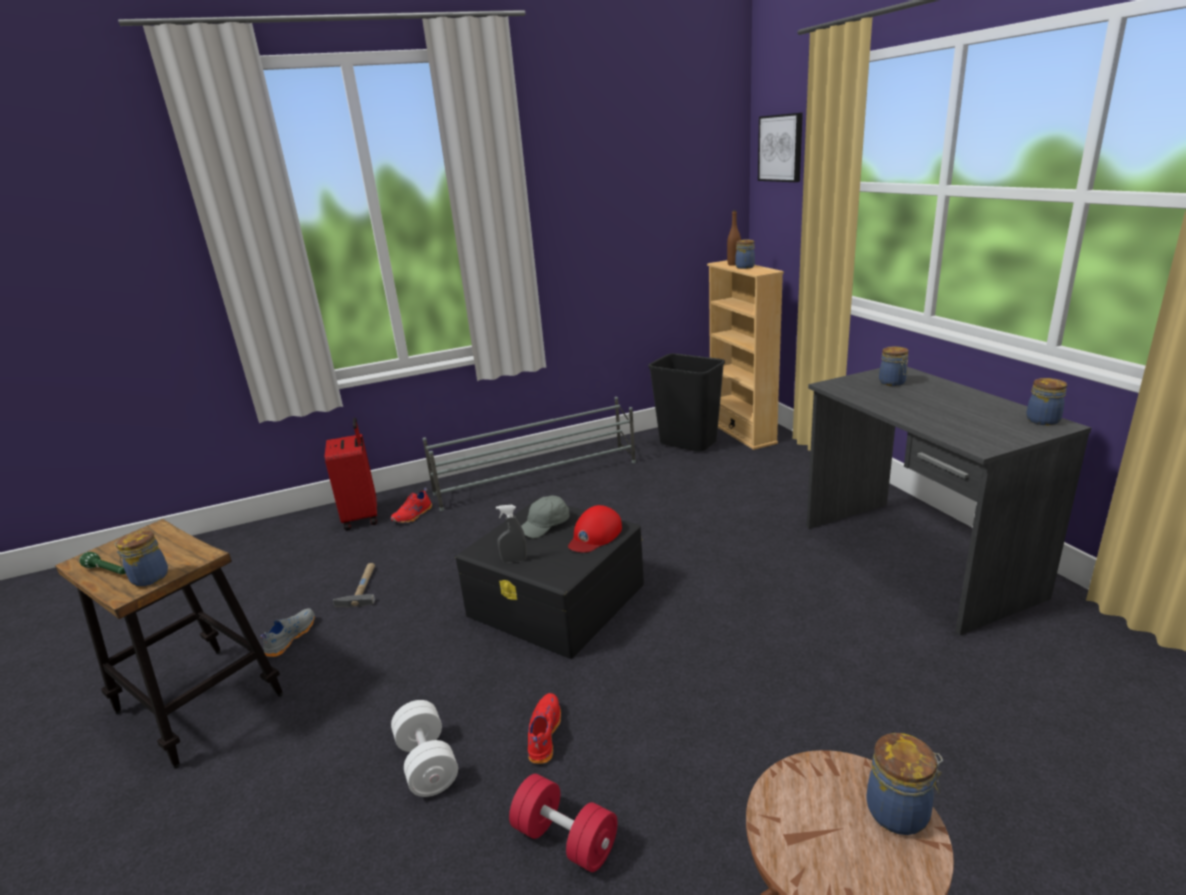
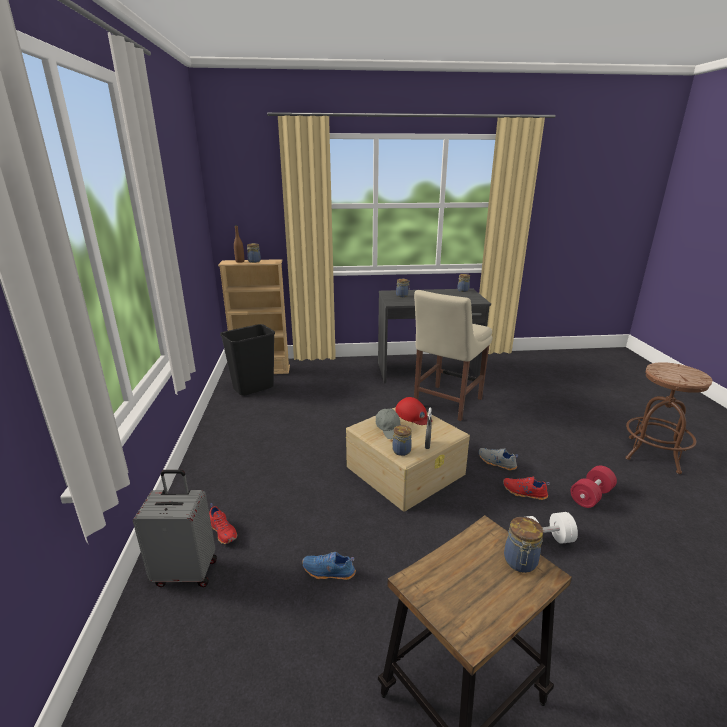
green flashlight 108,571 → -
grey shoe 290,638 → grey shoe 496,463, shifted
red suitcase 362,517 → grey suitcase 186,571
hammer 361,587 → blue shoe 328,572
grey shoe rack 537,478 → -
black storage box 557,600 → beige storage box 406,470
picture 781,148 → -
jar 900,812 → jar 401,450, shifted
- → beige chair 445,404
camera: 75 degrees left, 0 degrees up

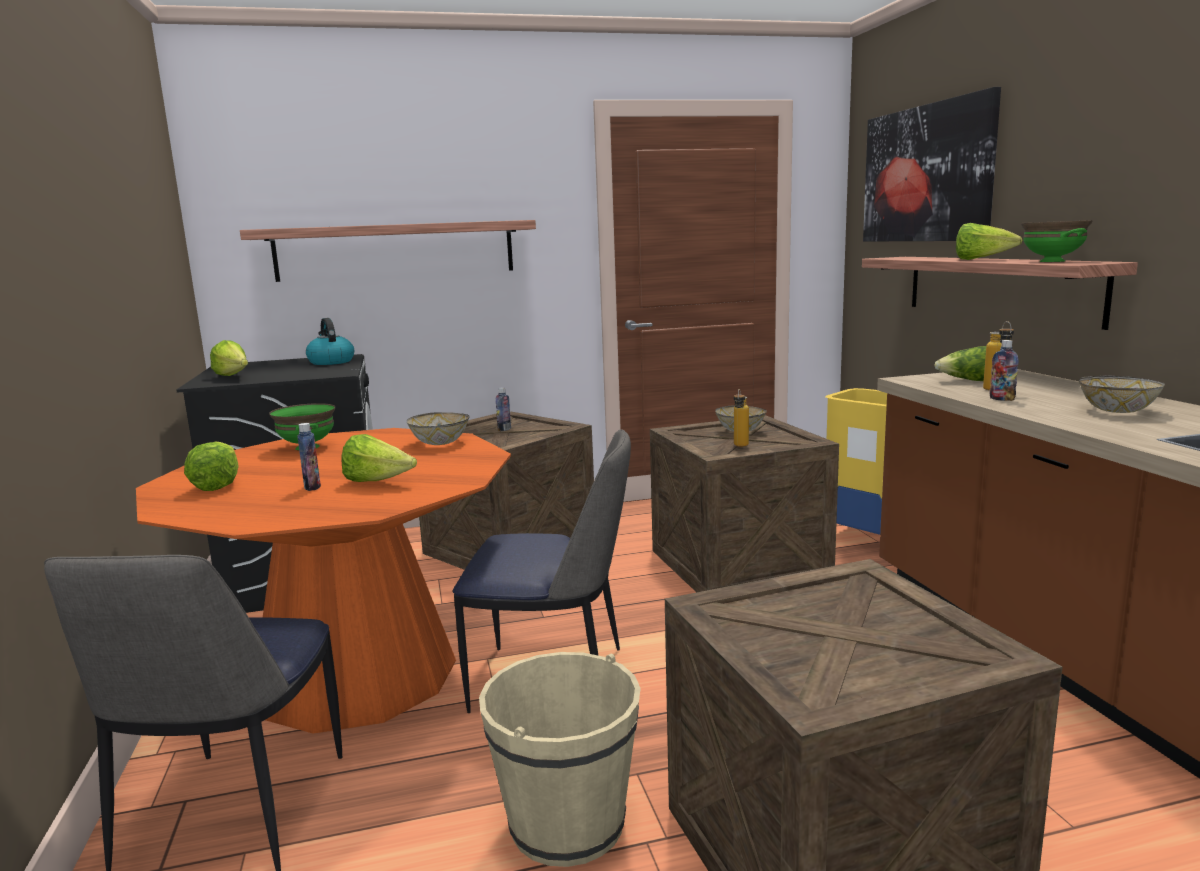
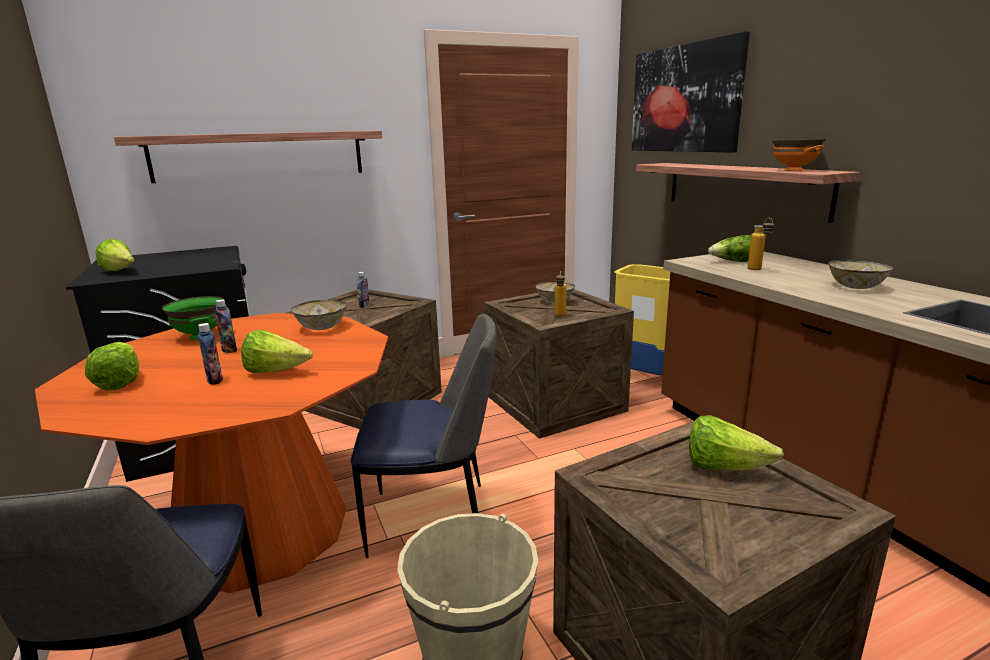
kettle 331,362 → -
lettuce 981,259 → lettuce 723,467, shifted
bottle 1002,399 → bottle 229,350, shifted
green bowl 1053,261 → orange bowl 794,170
camera: 10 degrees left, 5 degrees up

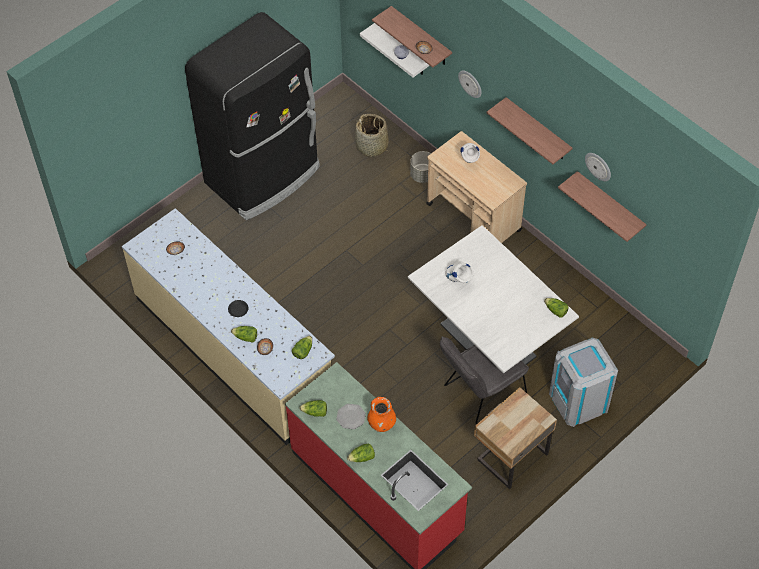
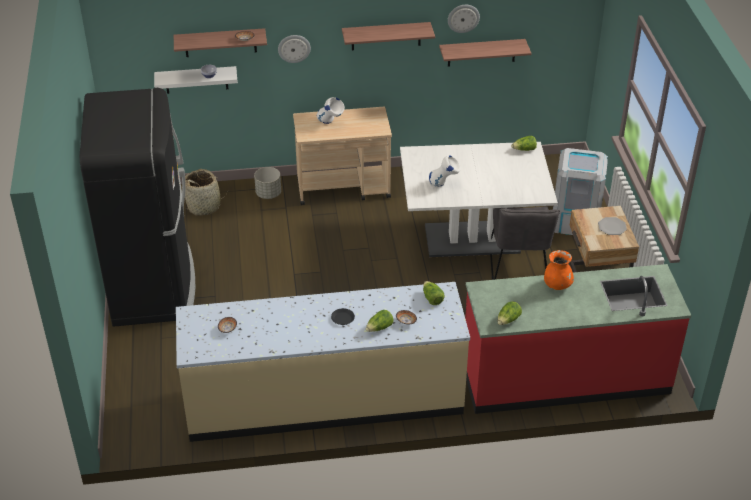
plate 351,417 → plate 612,227, shifted
lettuce 362,457 → -
camera: 55 degrees left, 15 degrees down

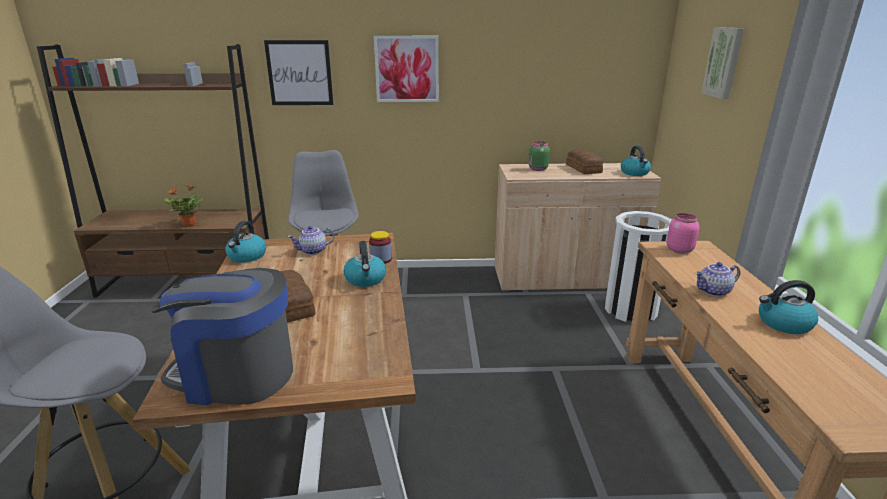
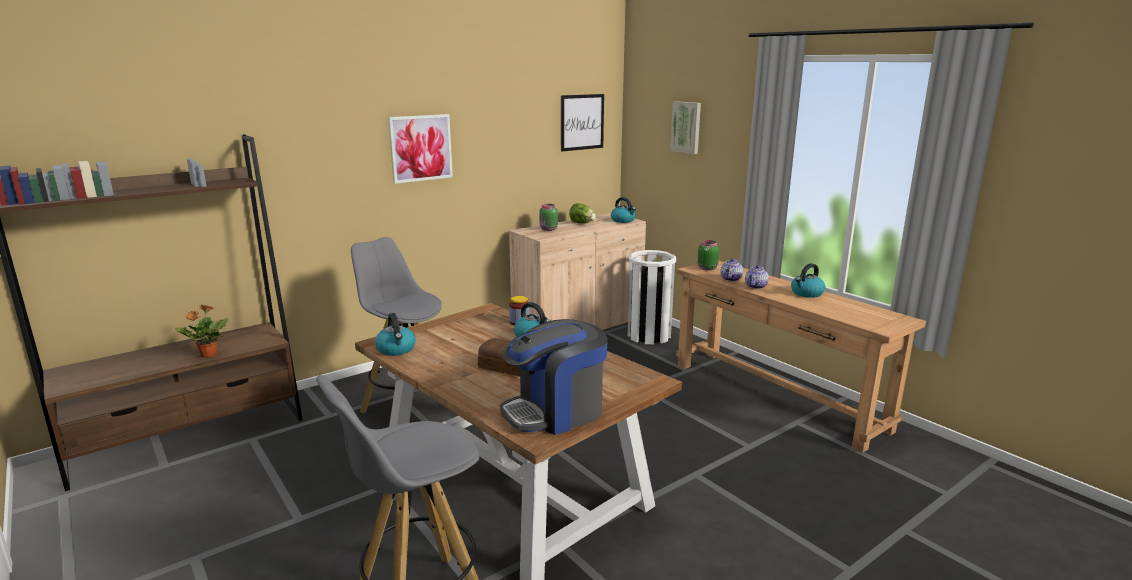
picture 299,73 → picture 582,122, shifted
teapot 313,251 → teapot 731,279, shifted
bread 583,169 → lettuce 582,223
pink jar 678,250 → green jar 706,268
camera: 35 degrees left, 5 degrees down

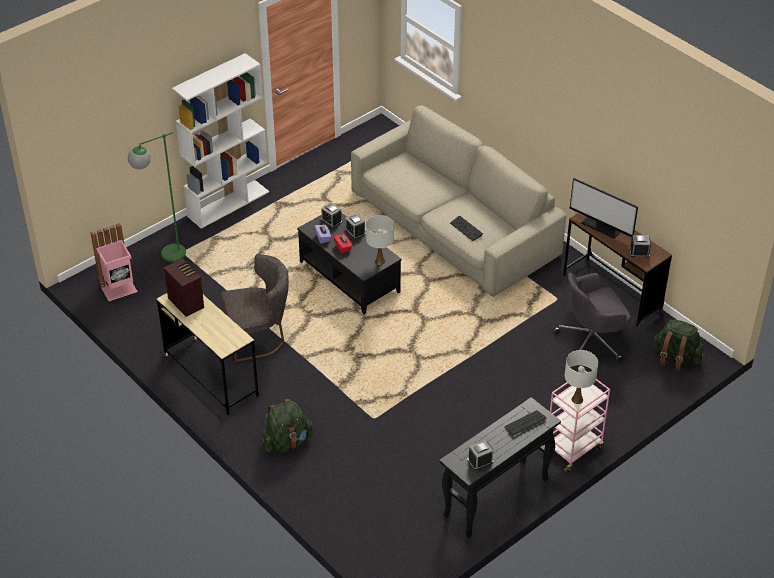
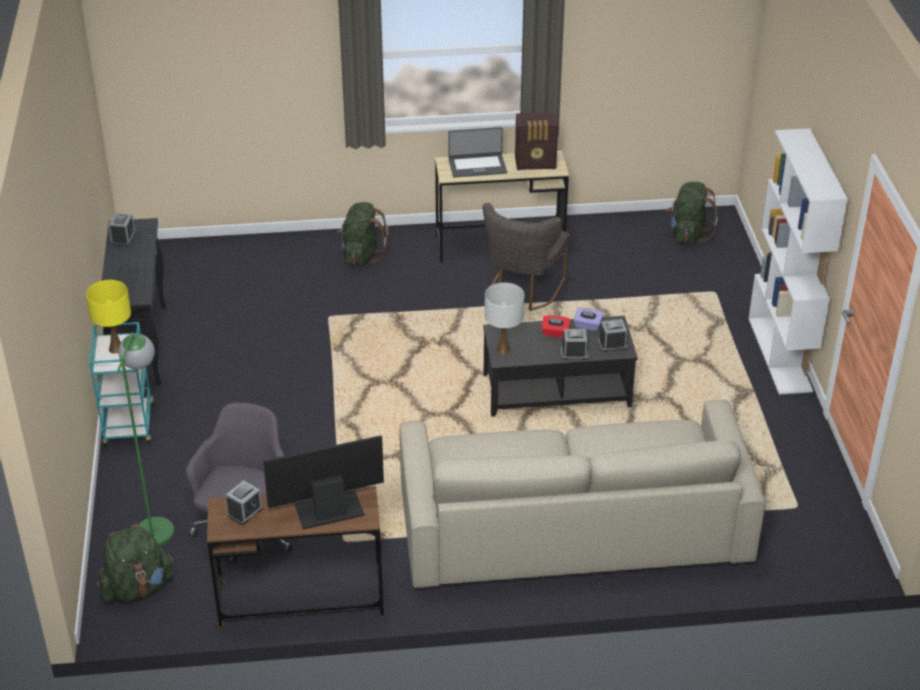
pink trash can 119,289 → green backpack 688,234
green floor lamp 165,257 → green floor lamp 157,523, shifted
keyboard 466,229 → -
pink cart 573,448 → turquoise cart 129,426
white table lamp 577,399 → yellow table lamp 116,348
- → laptop 477,166
camera: 125 degrees right, 5 degrees down

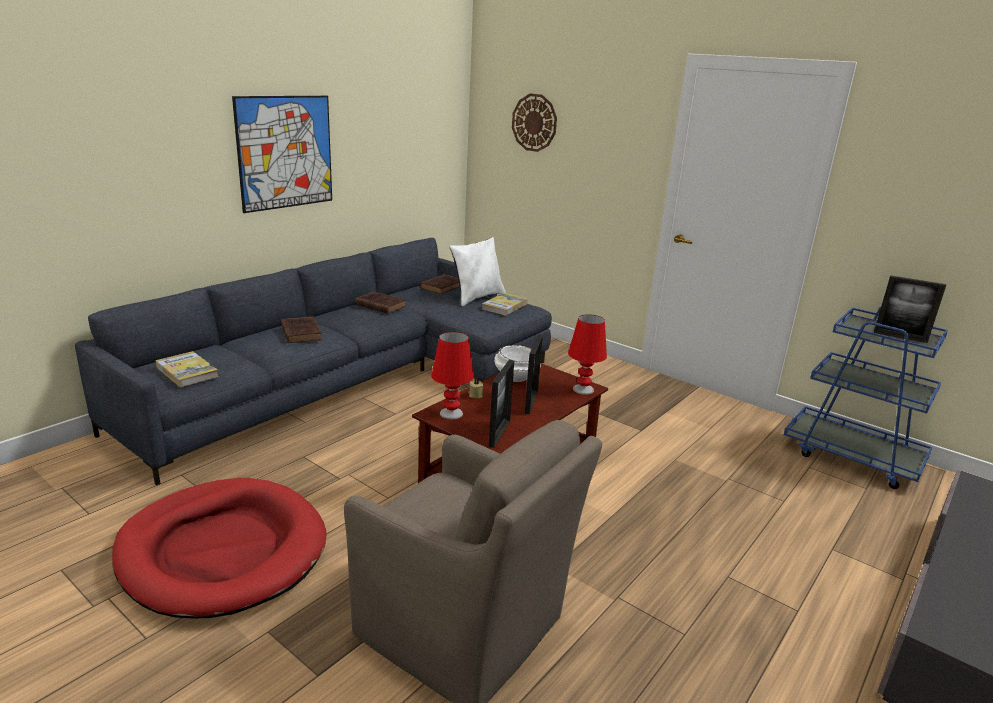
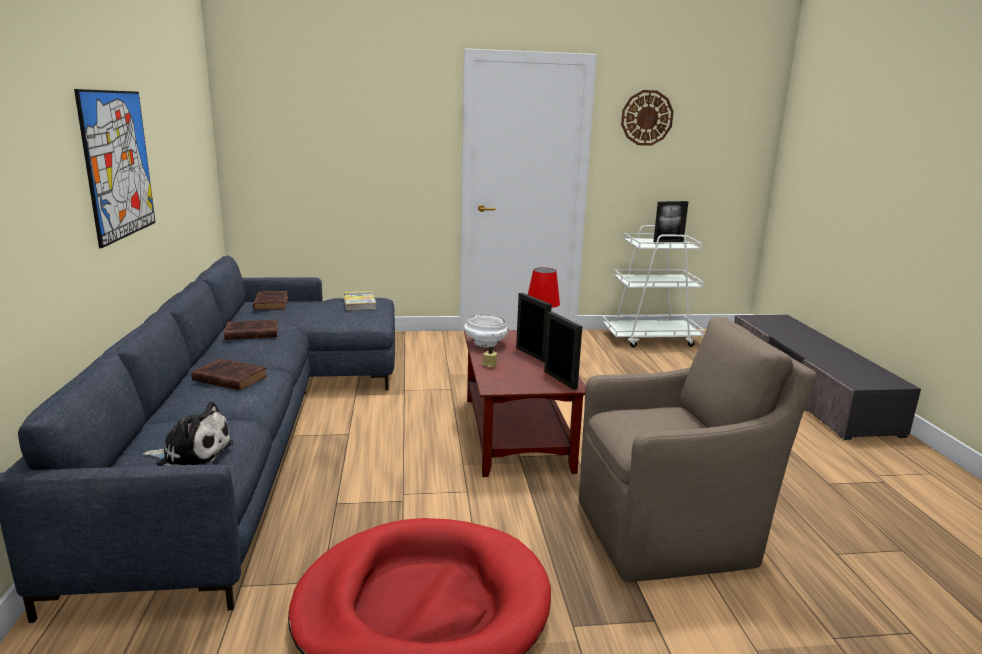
book 187,372 → plush toy 192,455
red table lamp 451,413 → -
white pillow 477,297 → -
wall clock 534,122 → wall clock 646,118, shifted
blue cart 852,456 → white cart 651,338
camera: 45 degrees left, 5 degrees down

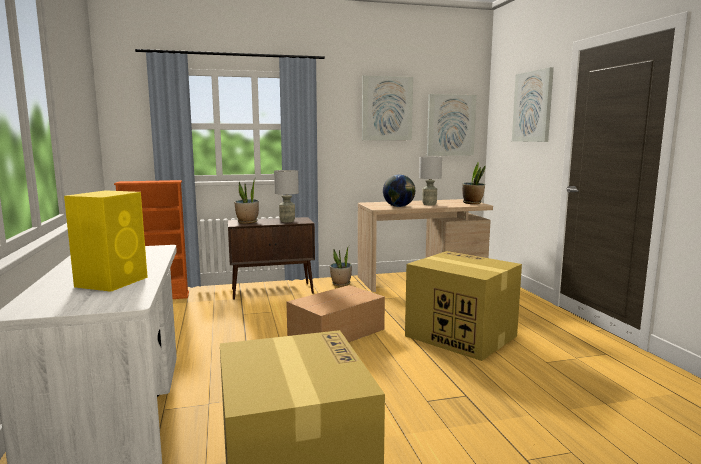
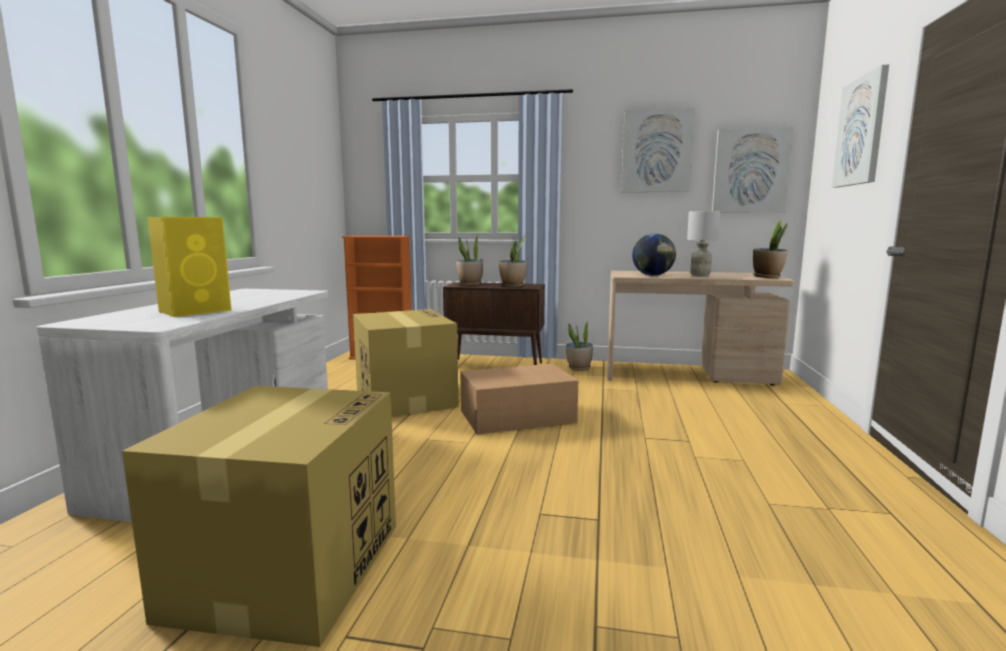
grey table lamp 287,221 → potted plant 513,286
cardboard box 459,336 → cardboard box 404,397, shifted
camera: 25 degrees right, 0 degrees up

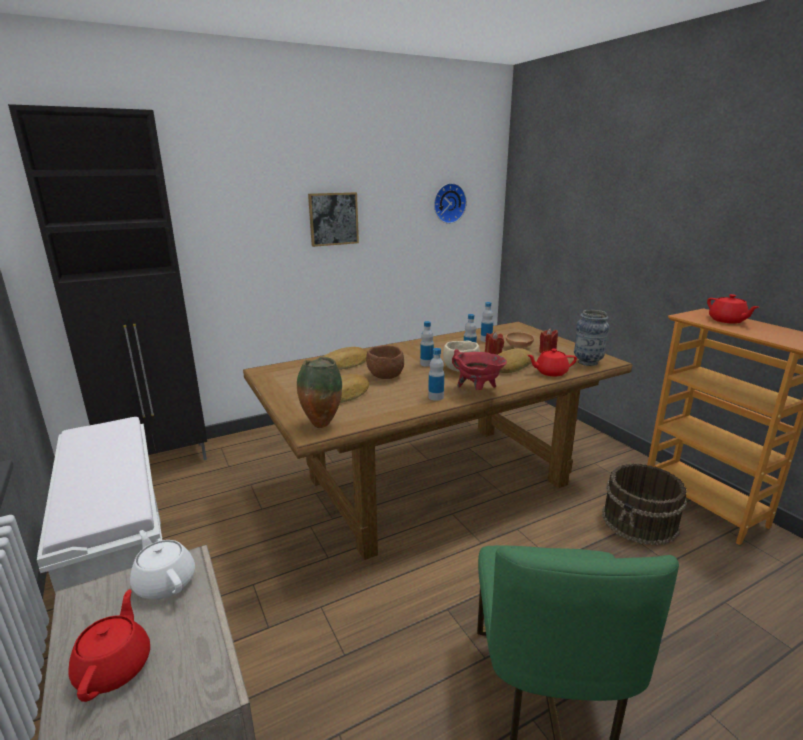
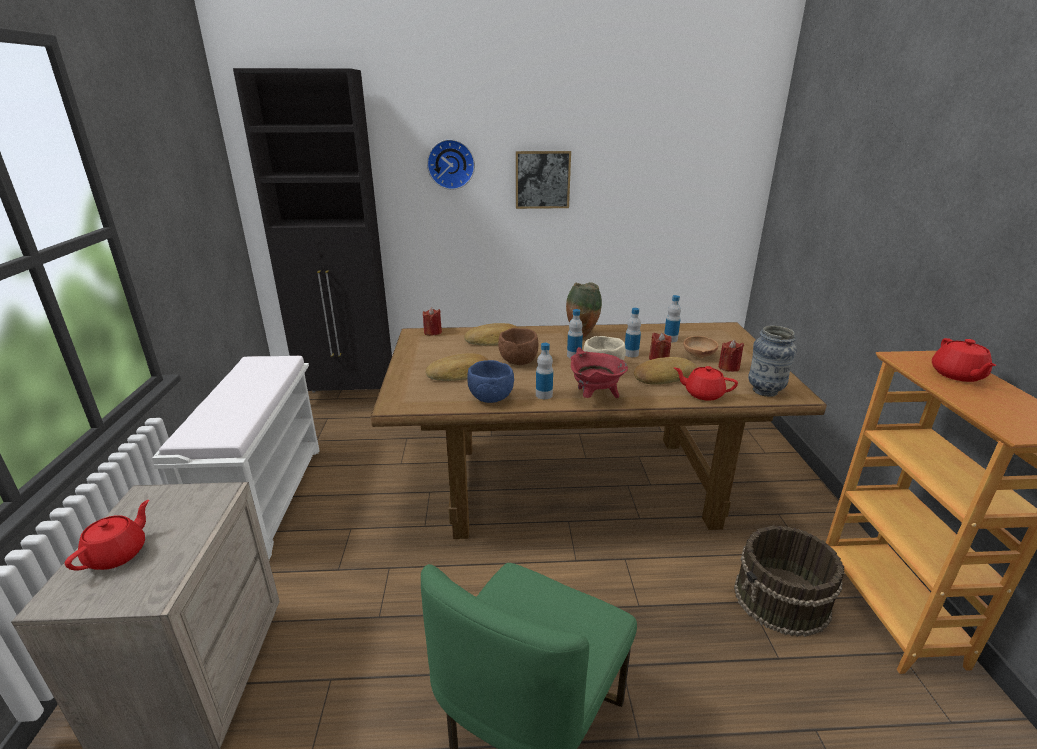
white teapot 165,582 → -
vase 321,424 → vase 581,336, shifted
wall clock 448,203 → wall clock 451,164, shifted
- → red candle 433,332
- → blue bowl 490,398
camera: 25 degrees right, 5 degrees up

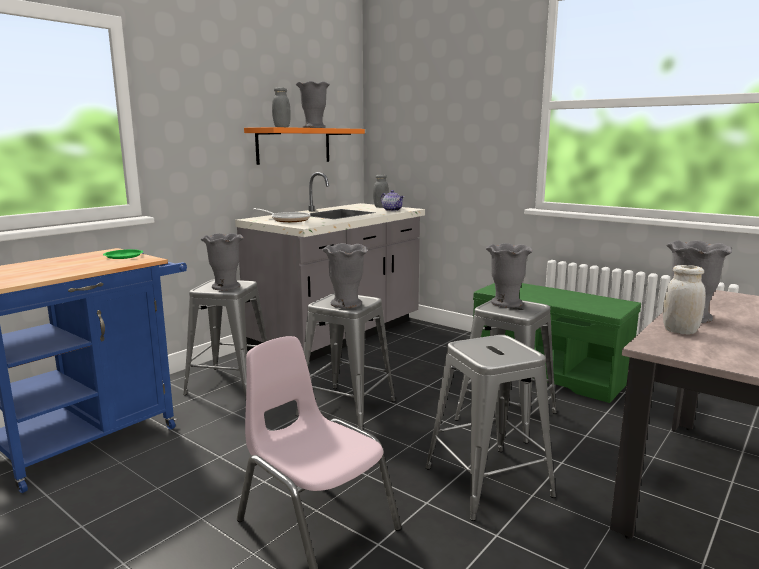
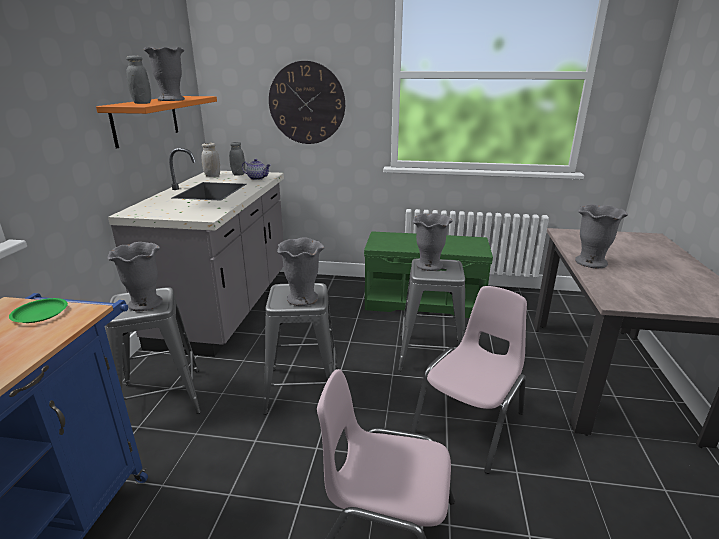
frying pan 288,220 → -
grey stool 487,482 → pink chair 470,423
white jar 680,331 → white jar 212,176, shifted
- → wall clock 307,103
camera: 30 degrees left, 10 degrees up

